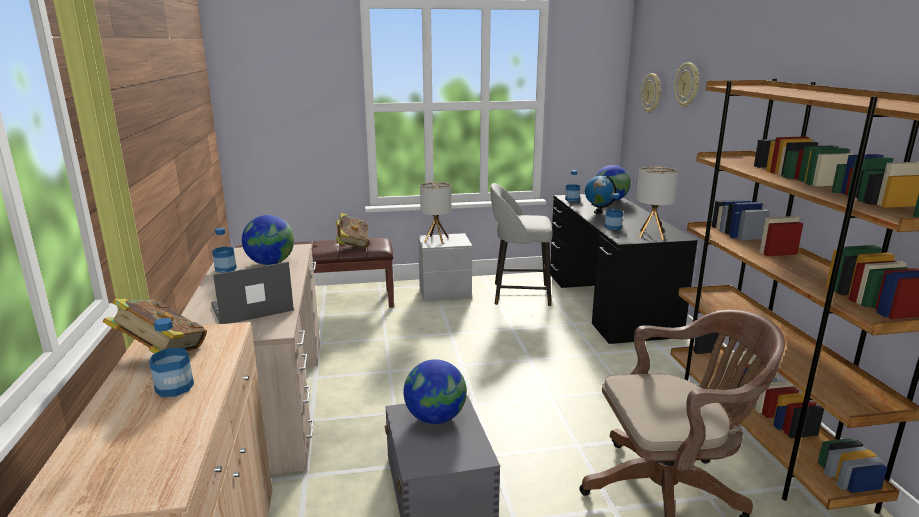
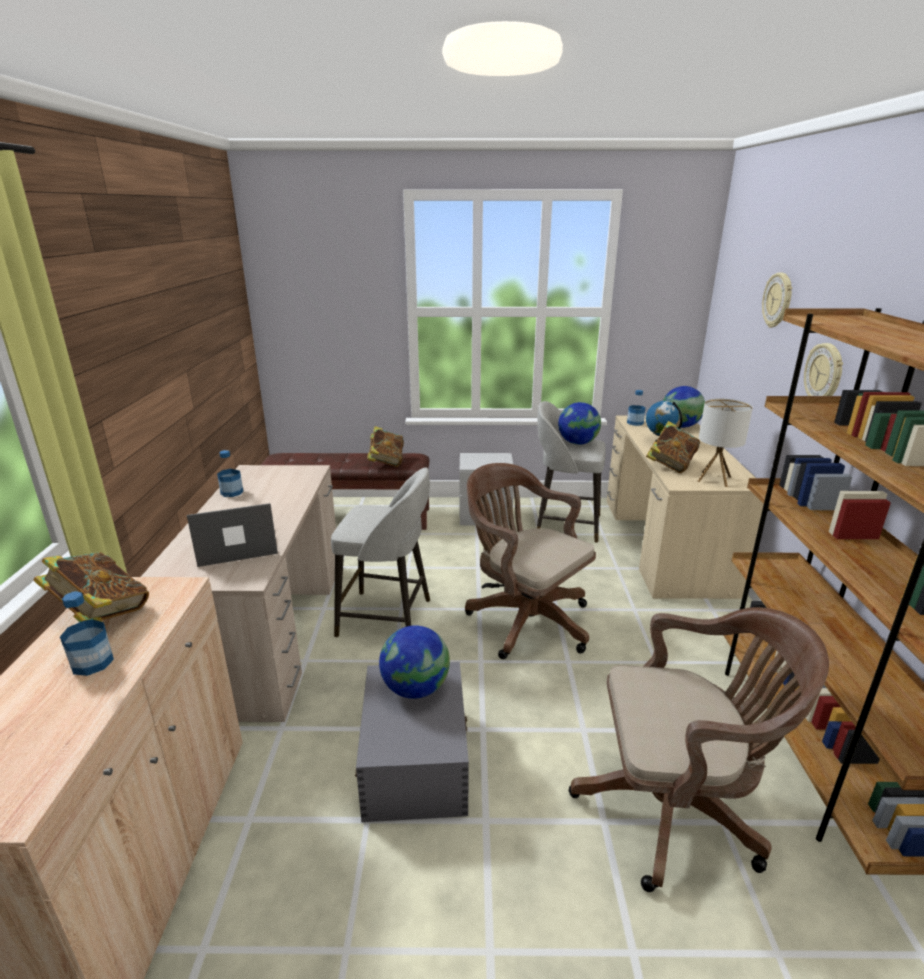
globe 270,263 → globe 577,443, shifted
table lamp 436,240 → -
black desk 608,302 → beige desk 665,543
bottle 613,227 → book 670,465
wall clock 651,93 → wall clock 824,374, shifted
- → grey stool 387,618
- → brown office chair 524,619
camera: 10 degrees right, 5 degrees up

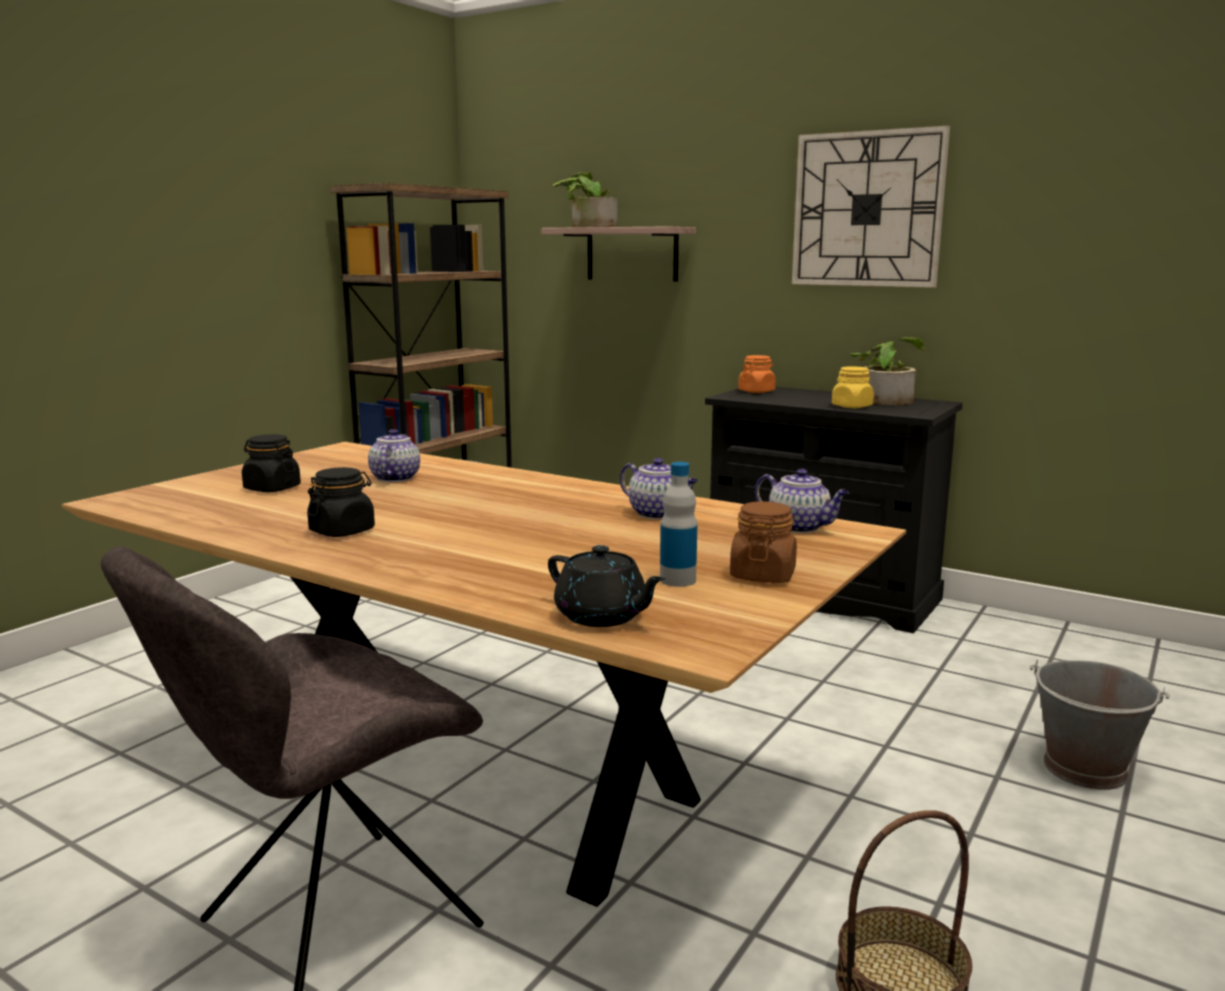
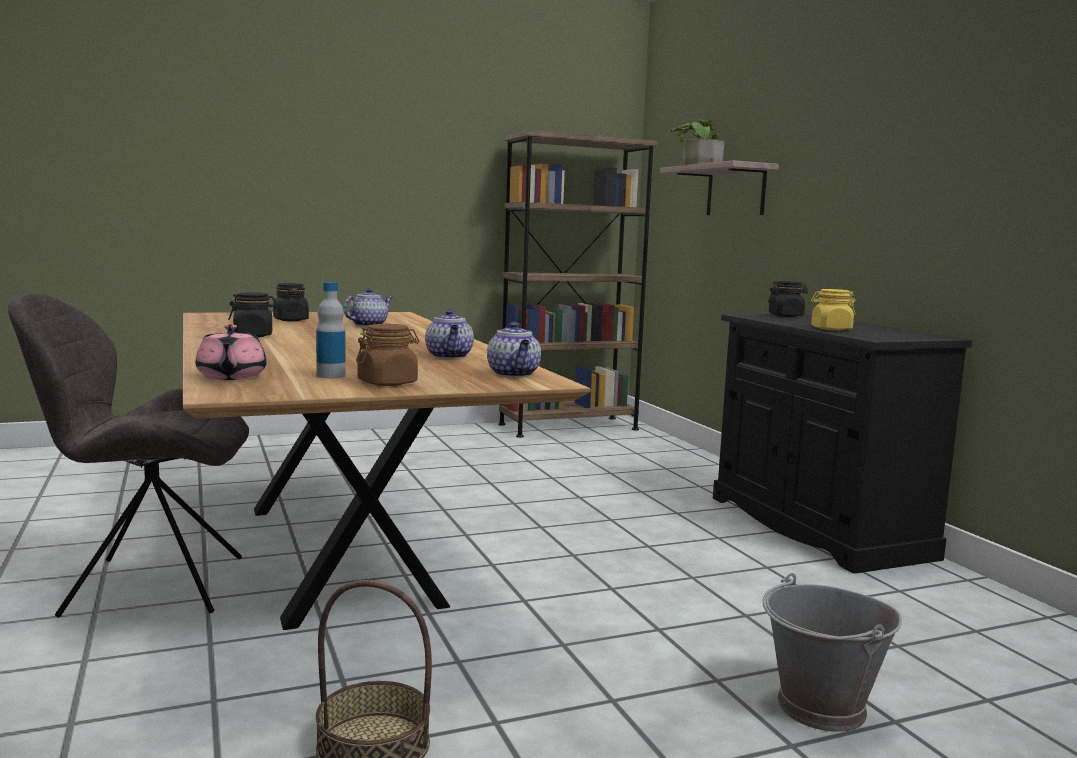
black teapot 602,616 → pink teapot 231,377
orange jar 756,391 → black jar 786,316
wall clock 867,209 → -
potted plant 885,399 → -
camera: 35 degrees right, 5 degrees down

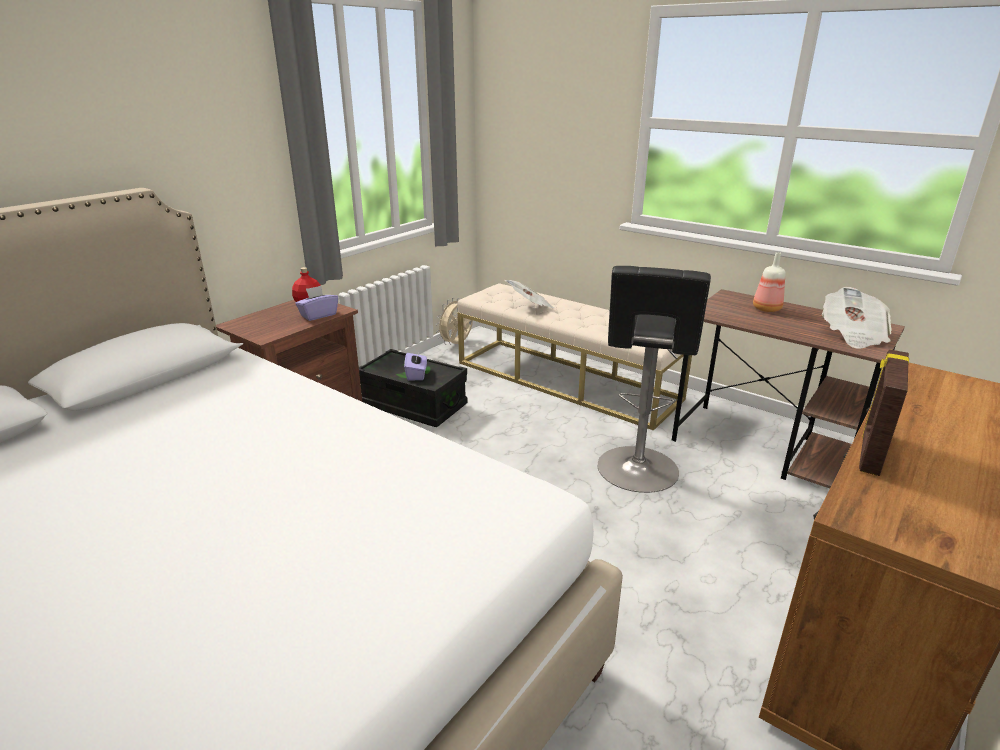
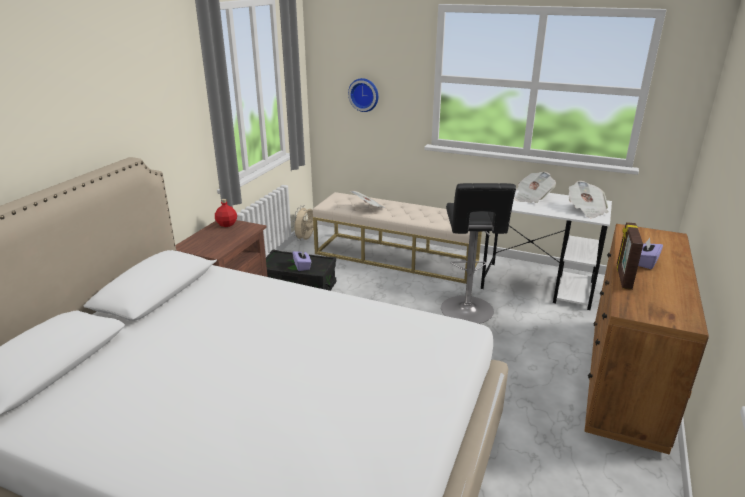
purple tissue box 318,315 → purple tissue box 645,262, shifted
brown desk 766,448 → white desk 538,285
bottle 766,309 → newspaper 532,197
- → wall clock 364,94
camera: 15 degrees left, 0 degrees up

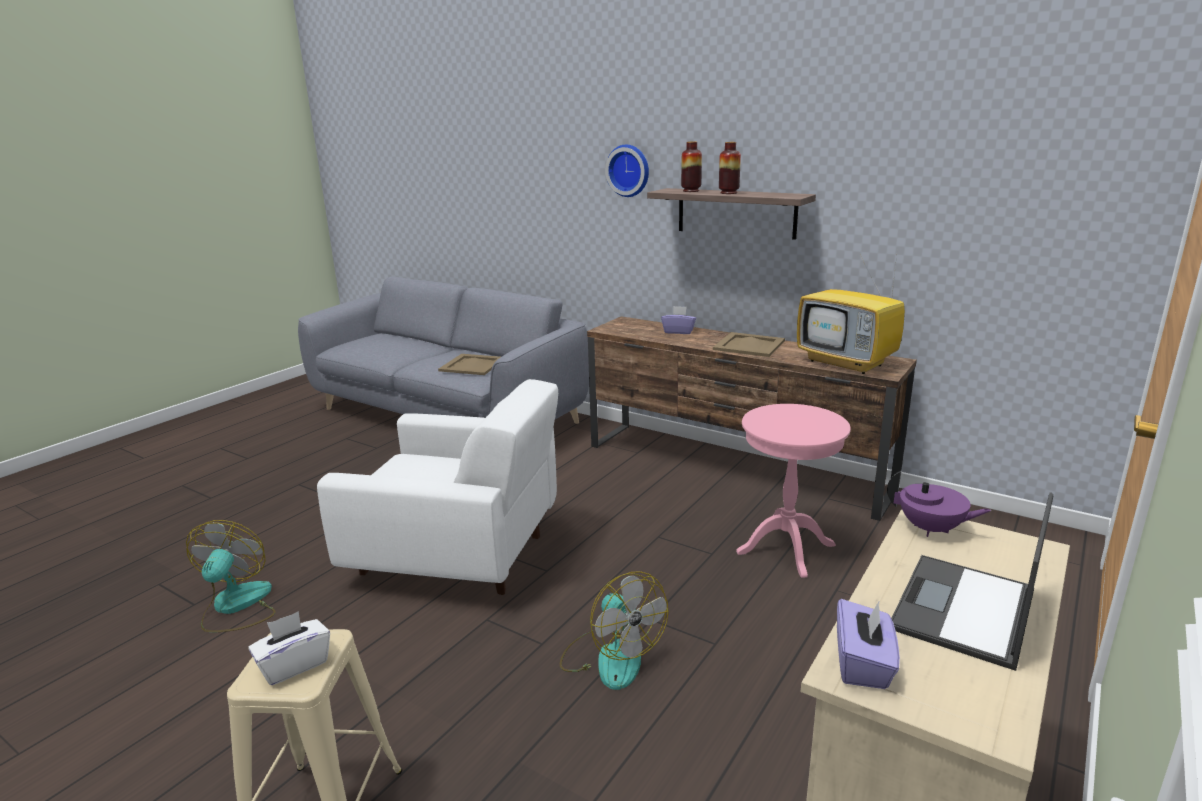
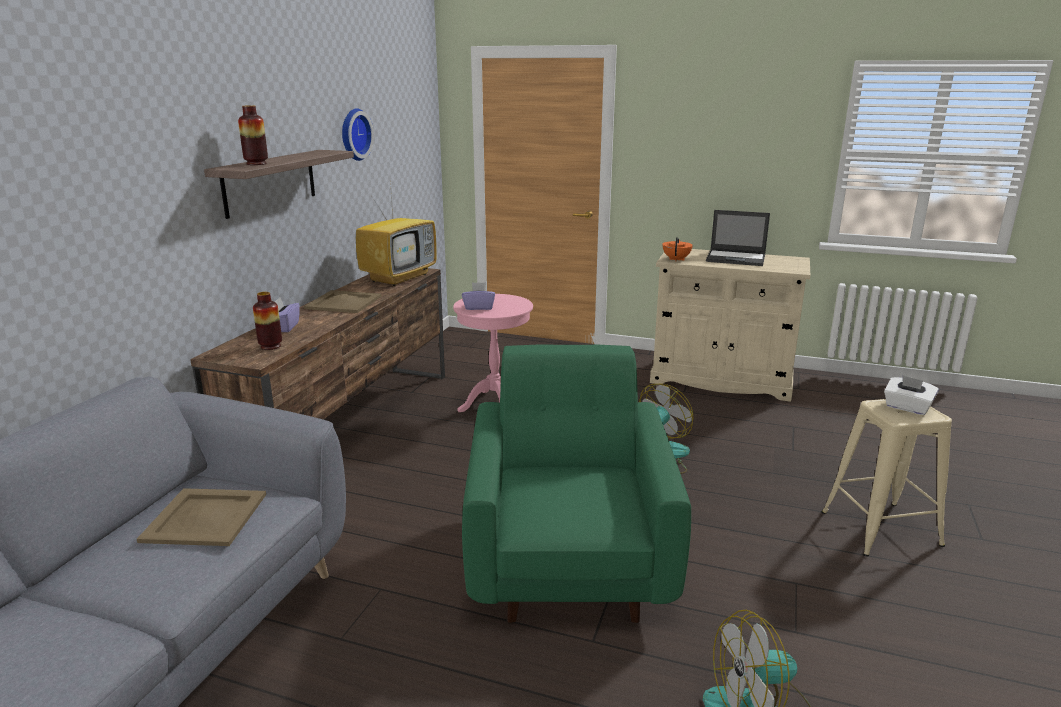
white armchair 459,555 → green armchair 569,557
wall clock 629,170 → wall clock 353,134, shifted
vase 728,193 → vase 270,346, shifted
purple tissue box 863,664 → purple tissue box 479,307, shifted
purple teapot 931,529 → orange teapot 676,259
camera: 105 degrees left, 0 degrees up

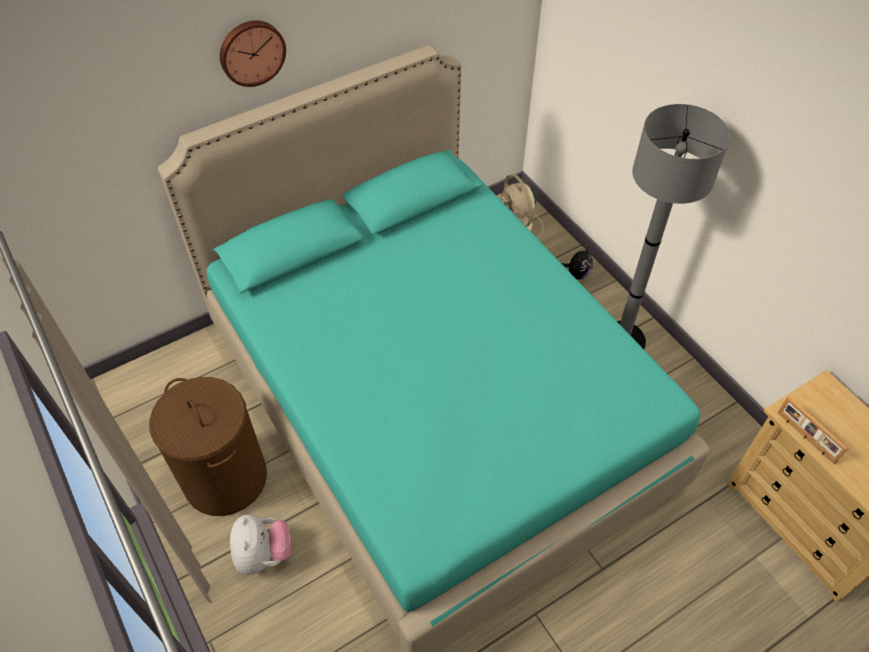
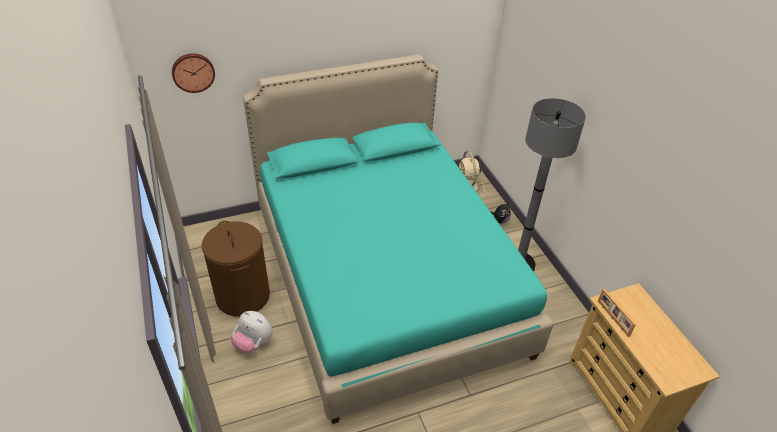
wall clock 251,52 → wall clock 193,72, shifted
plush toy 263,554 → plush toy 253,343, 120 degrees clockwise
camera: 10 degrees right, 10 degrees down

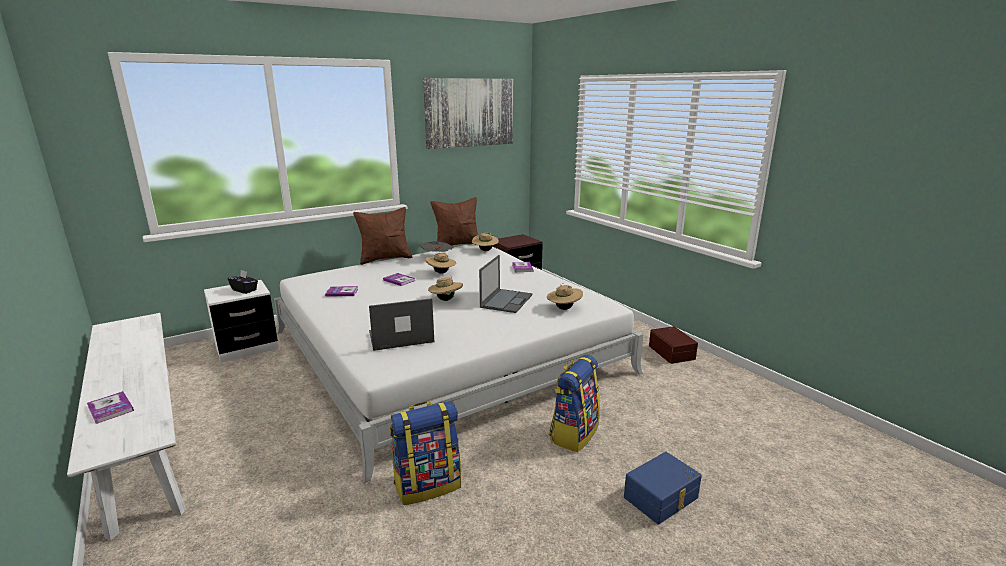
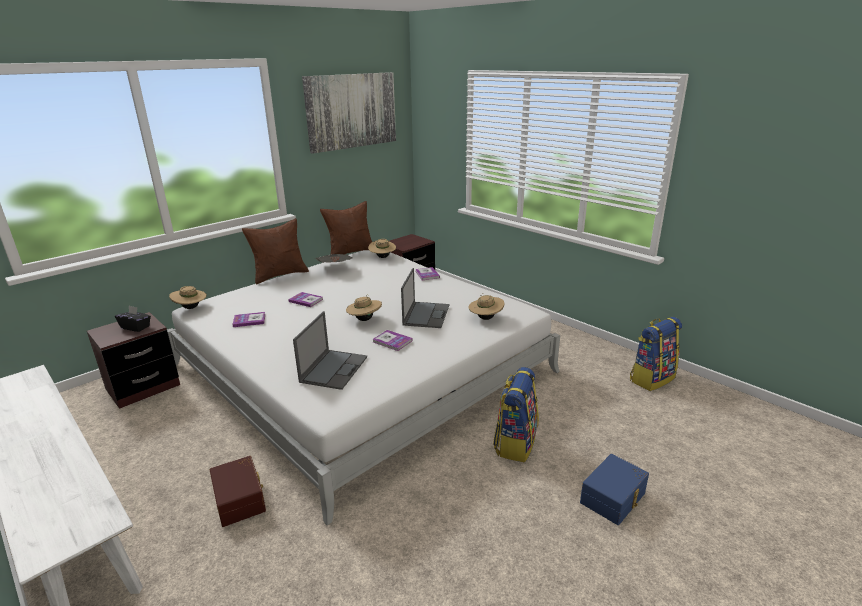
book 110,408 → book 392,341, shifted
white nightstand 247,347 → brown nightstand 143,387
laptop 400,337 → laptop 334,369, 135 degrees clockwise
backpack 428,485 → backpack 651,378, shifted
beige hat 441,273 → beige hat 191,308, shifted
brown storage box 672,352 → brown storage box 241,498, shifted
camera: 10 degrees left, 5 degrees up

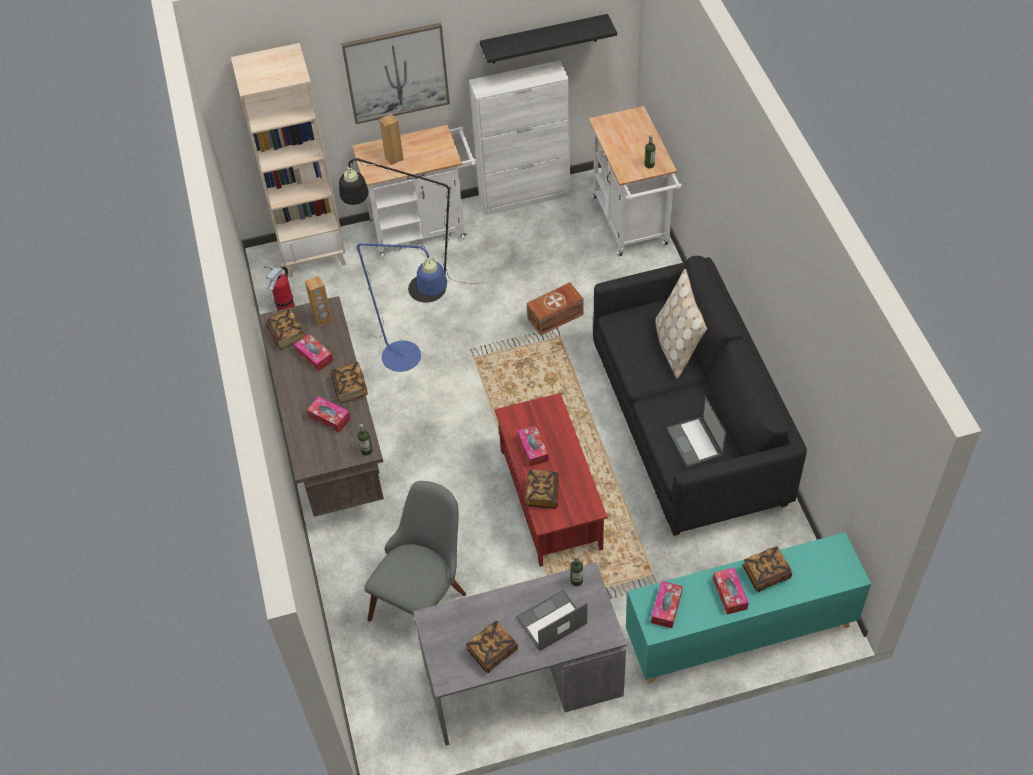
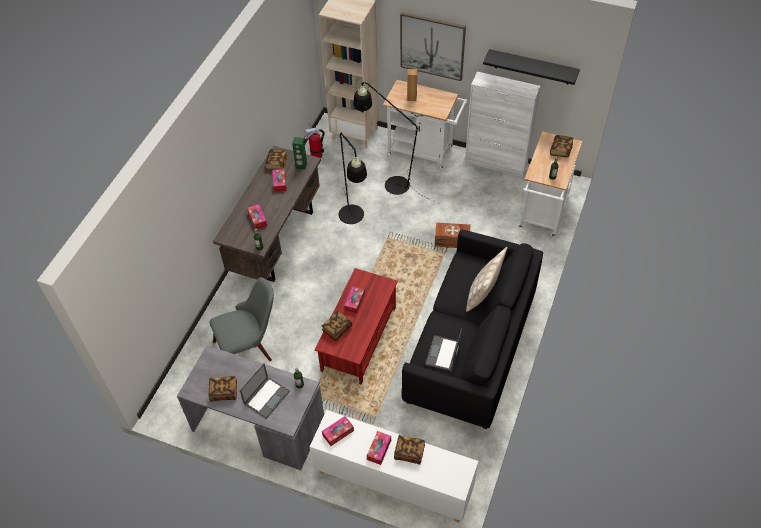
brown speaker 323,319 → green speaker 301,166
book 350,388 → book 560,150, shifted
blue floor lamp 409,361 → black floor lamp 353,219
laptop 551,621 → laptop 267,397, 120 degrees clockwise
turquoise cabinet 739,632 → white cabinet 393,481
camera: 35 degrees right, 0 degrees up

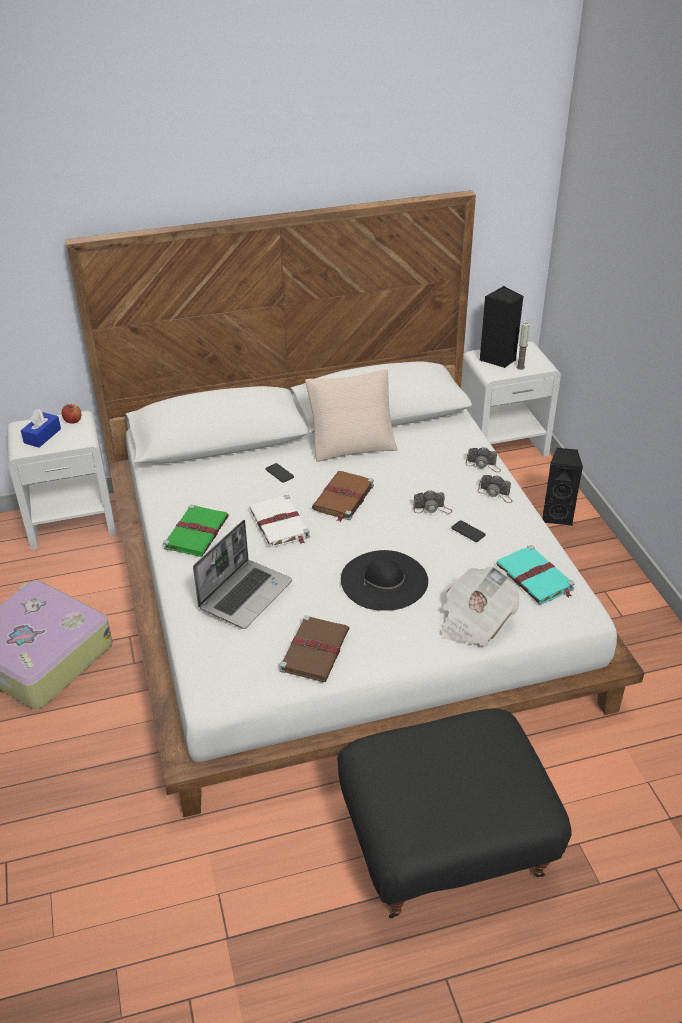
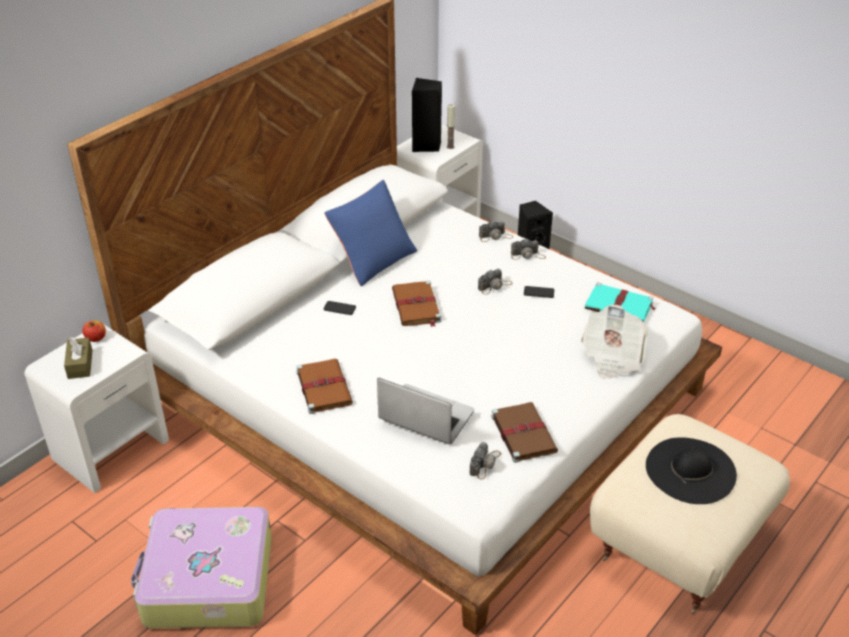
blue tissue box 42,436 → brown tissue box 80,364
green book 197,532 → brown book 323,387
laptop 245,594 → laptop 424,417, 60 degrees counterclockwise
white book 279,524 → -
beige pillow 352,443 → blue pillow 373,259
black ottoman 446,843 → beige ottoman 679,541
black hat 384,580 → black hat 690,470, shifted
- → photo camera 485,463
camera: 35 degrees left, 0 degrees up

